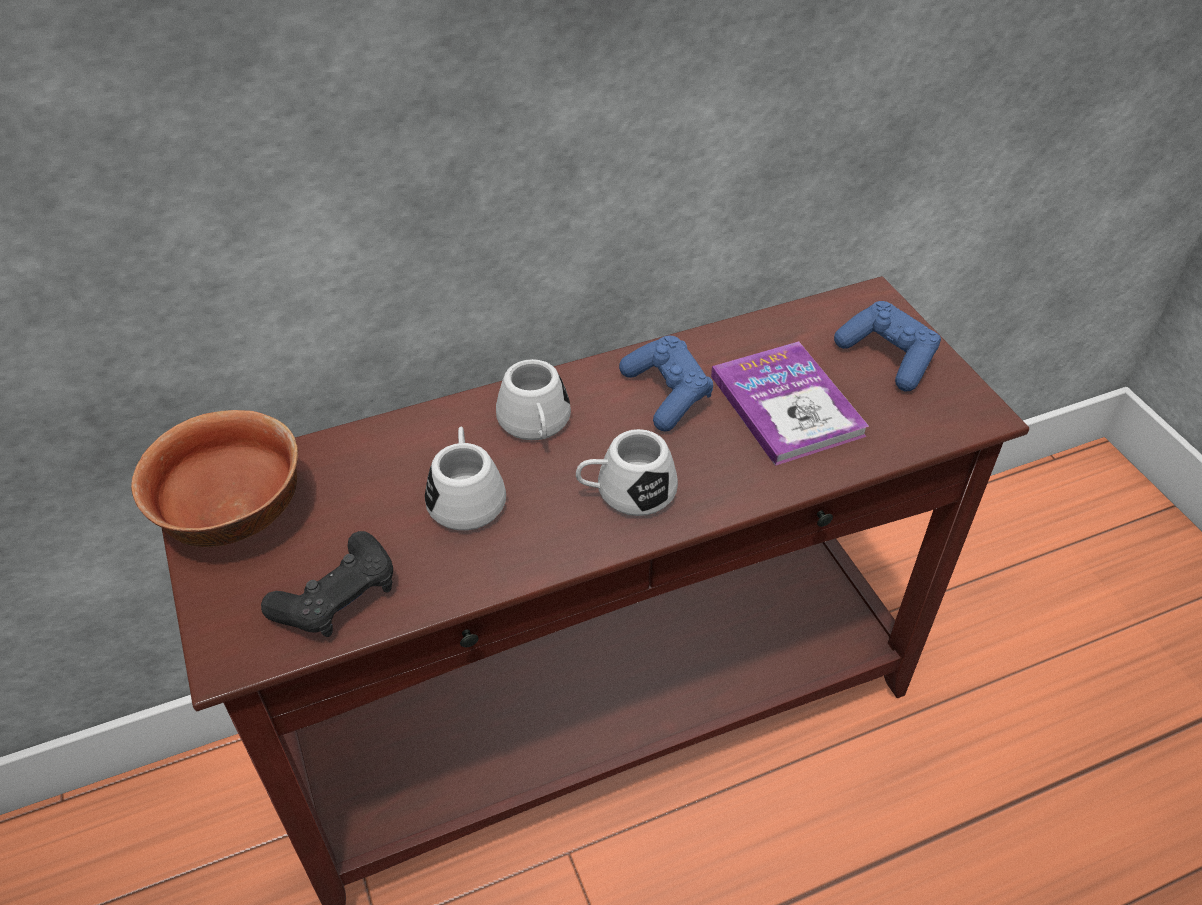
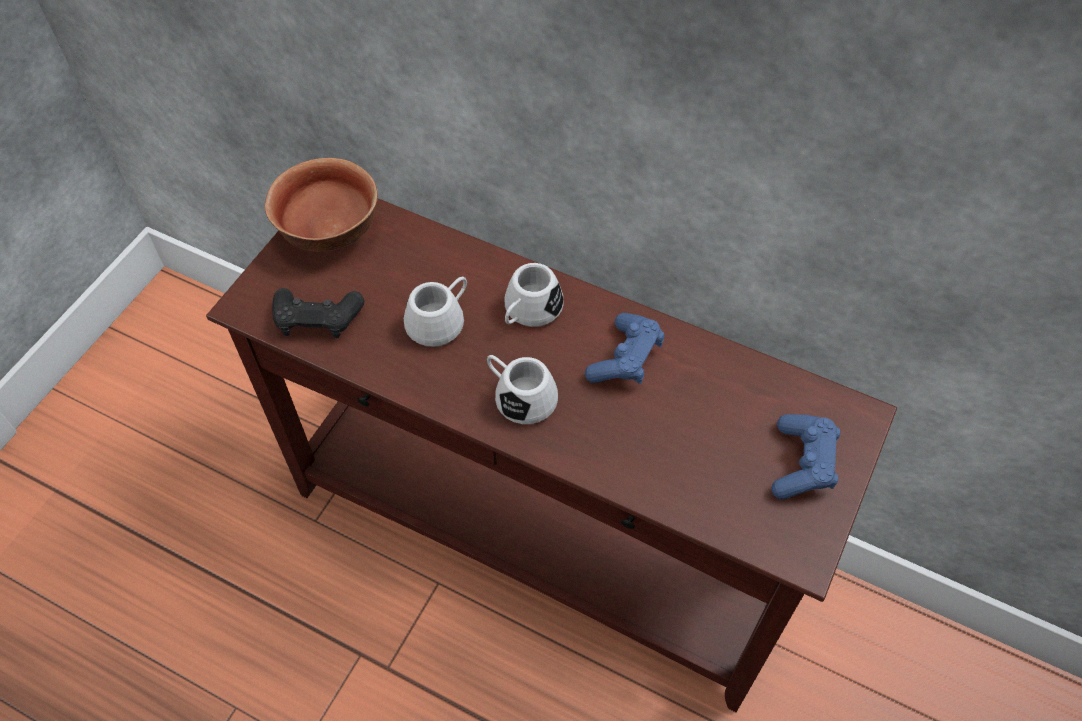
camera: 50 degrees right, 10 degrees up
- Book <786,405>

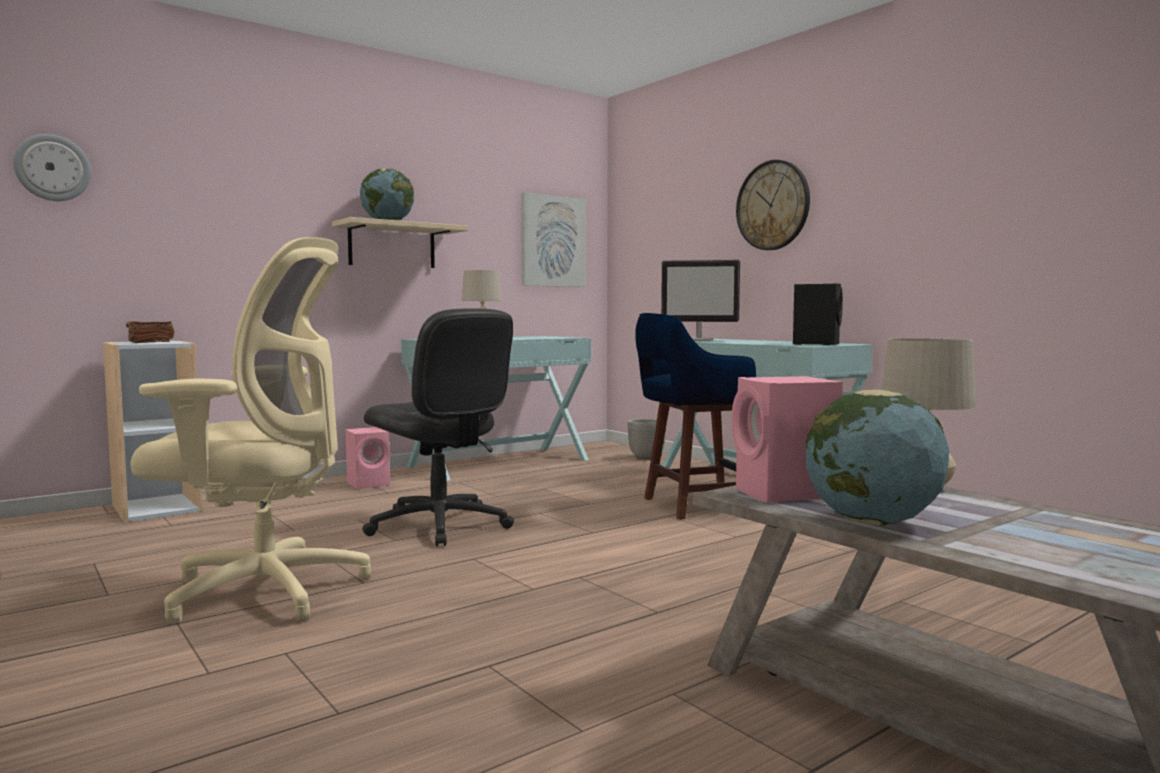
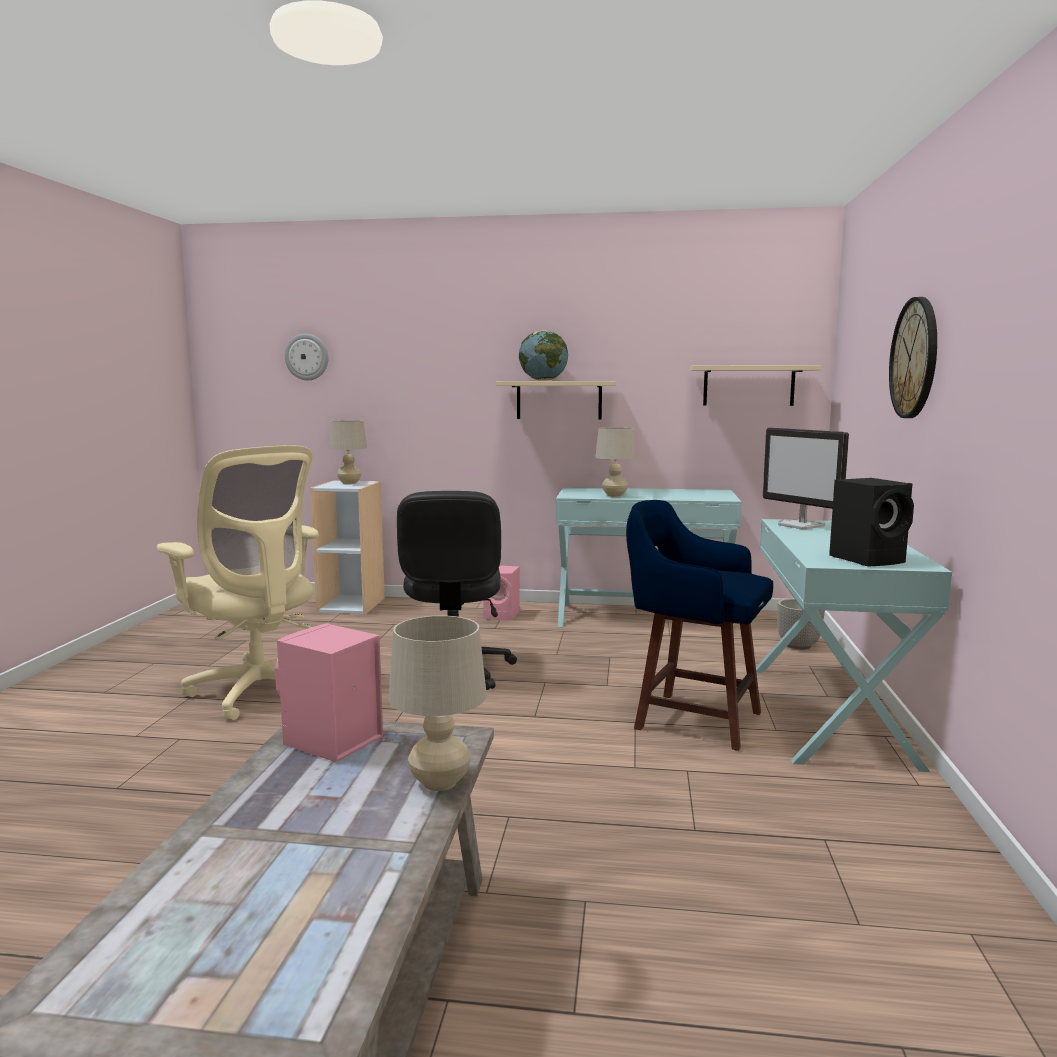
camera: 45 degrees right, 5 degrees up
~ Picture <552,241> to BeigeColouredWallShelf <748,385>
~ BrownColouredBook <150,342> to BeigeColouredLampForATable <349,483>
- Globe <872,522>

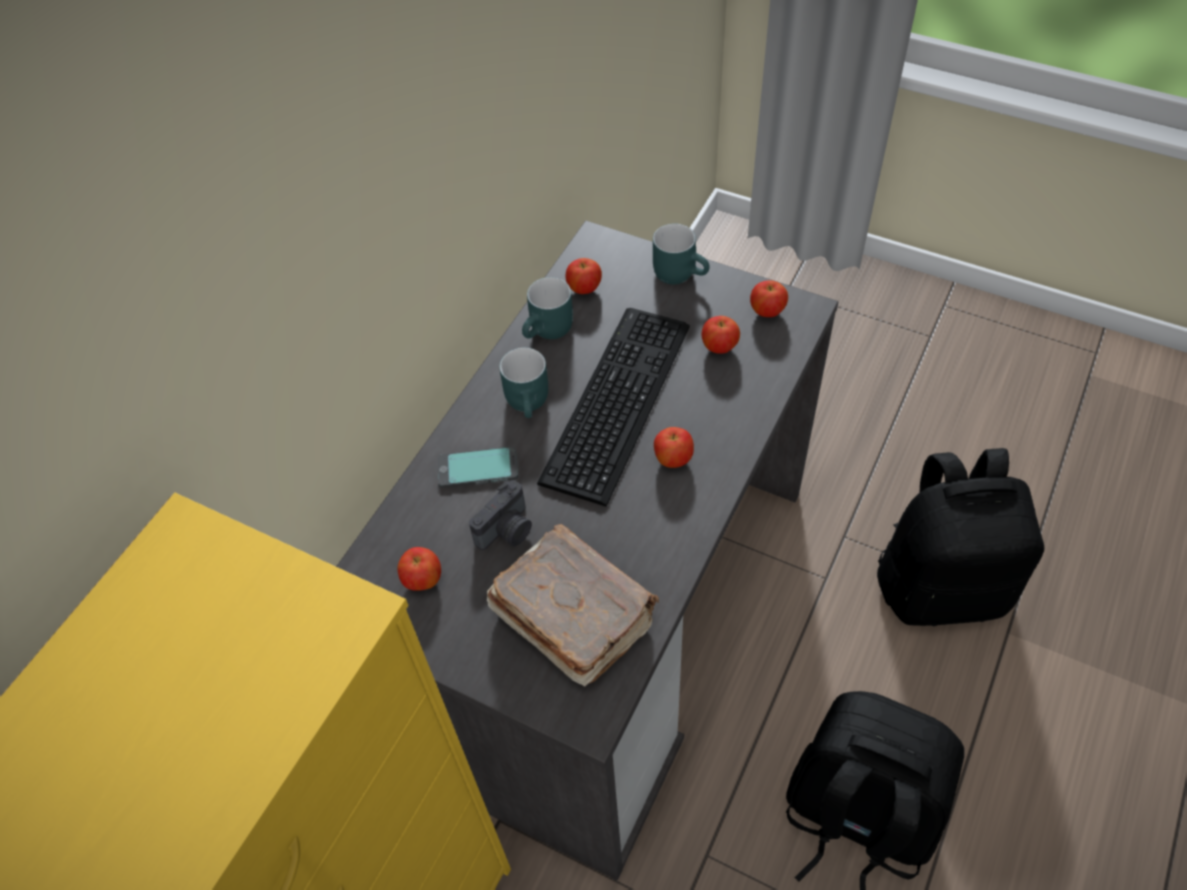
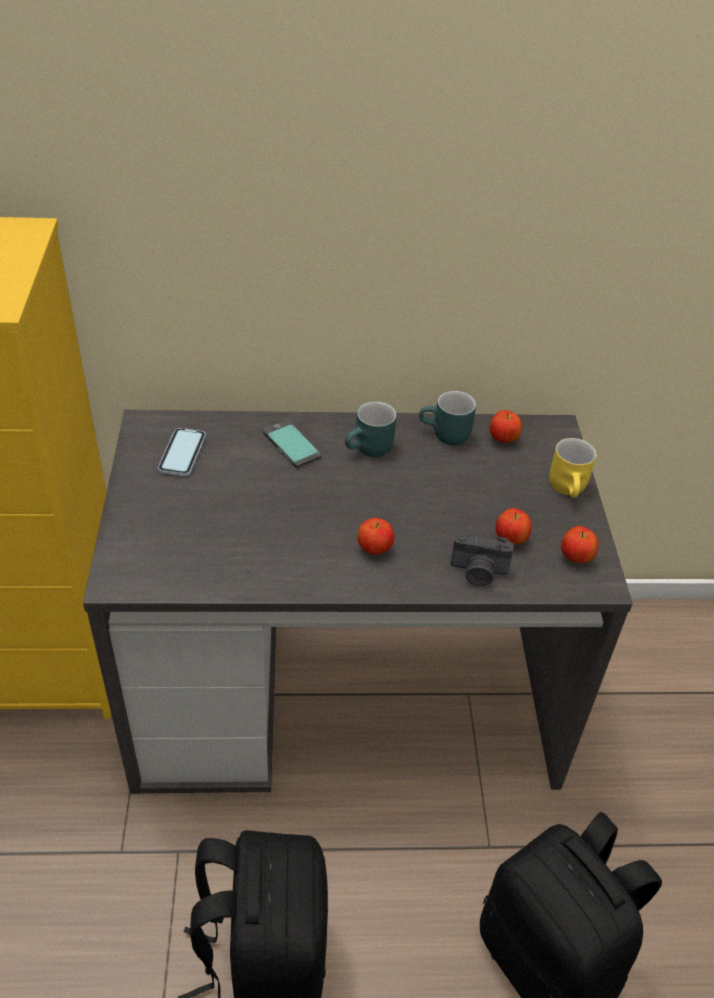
camera: 55 degrees right, 10 degrees down
~ TurquoiseColouredCoffeeMug <681,272> to YellowCoffeeMug <570,488>
- PcKeyboard <612,403>
~ StillCamera <507,531> to <478,572>
- BrownColouredBook <572,615>
~ Apple <423,580> to Phone <182,453>

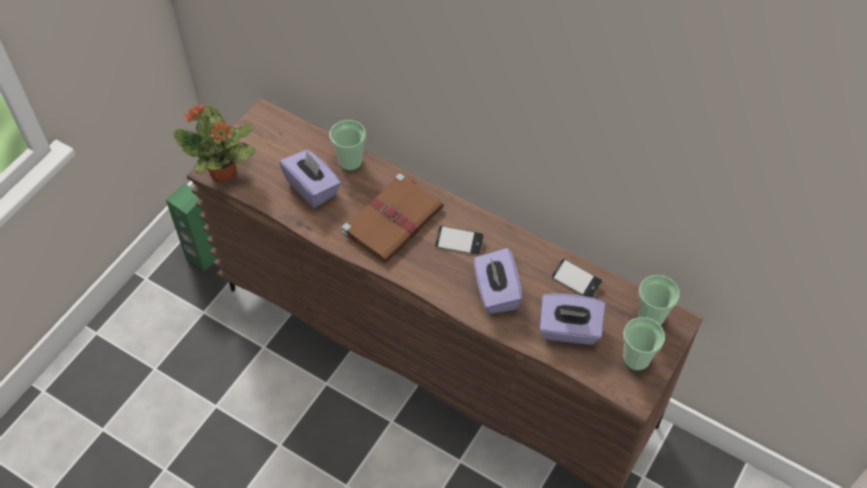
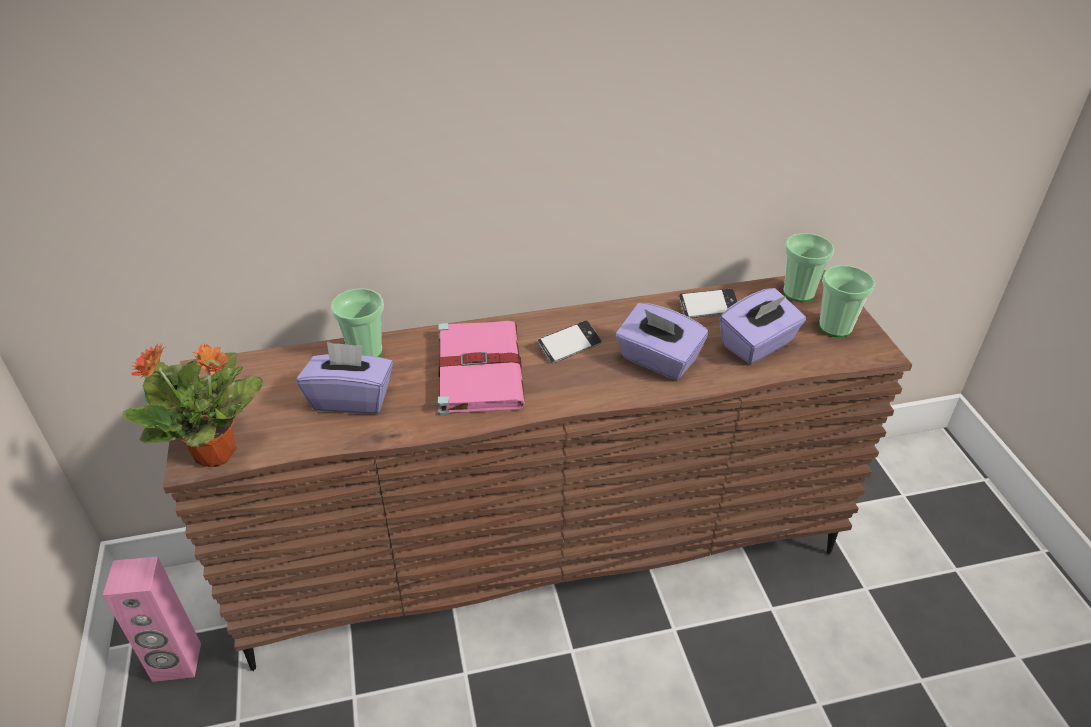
camera: 45 degrees left, 15 degrees down
~ BrownColouredBook <394,219> to PinkishBook <479,369>
~ GreenishSpeaker <203,256> to PinkishSpeaker <176,663>

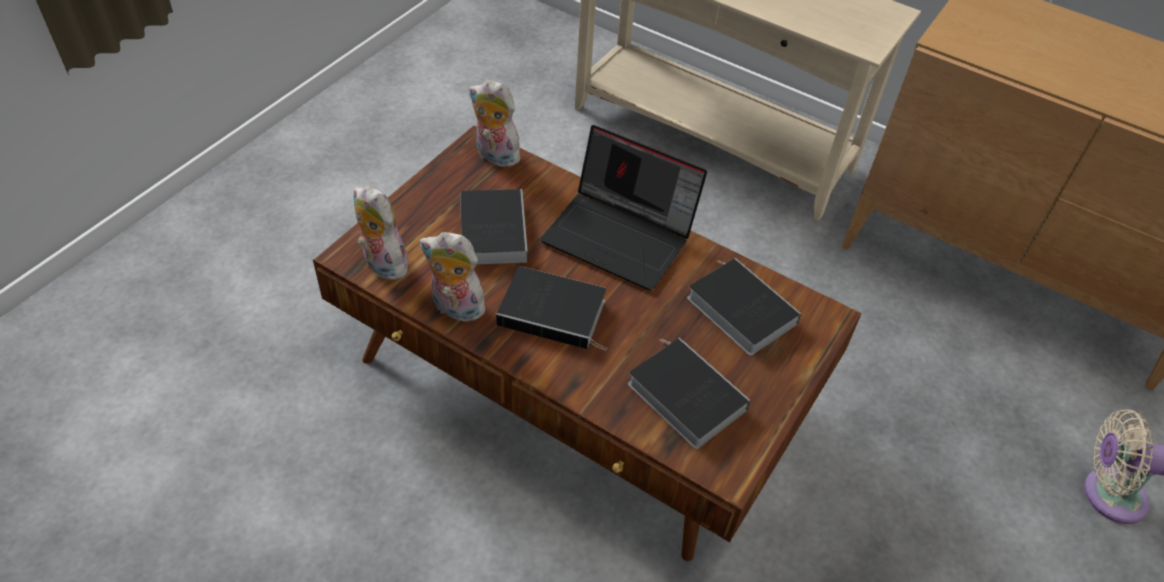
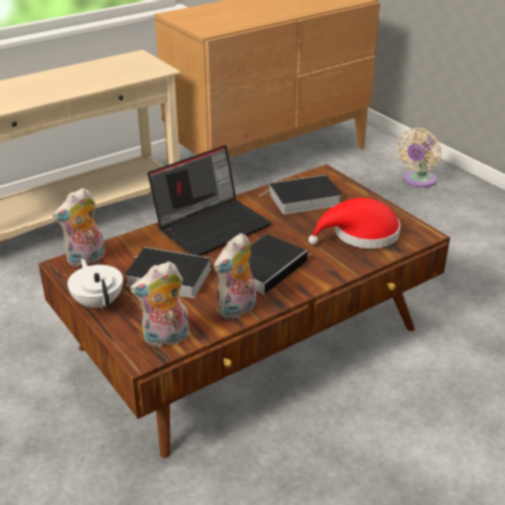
camera: 65 degrees left, 15 degrees down
~ Book <683,395> to ReddishWearableHat <360,235>
+ WhiteColouredTeapot <98,302>

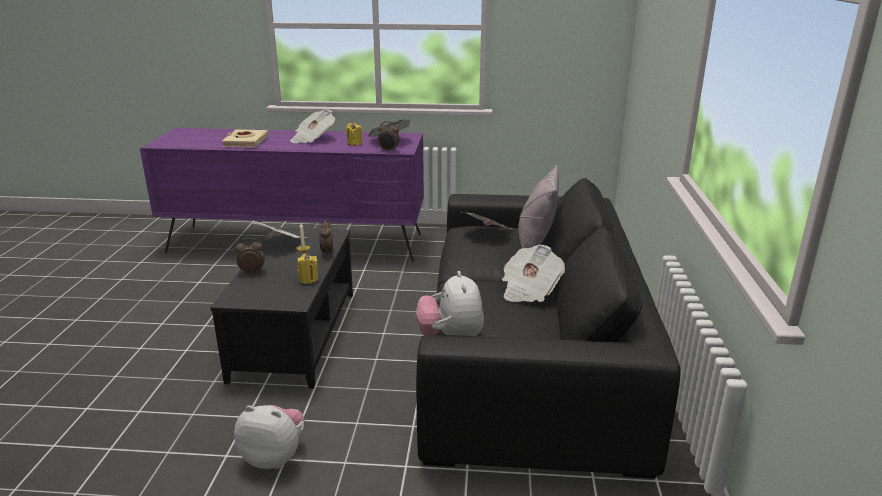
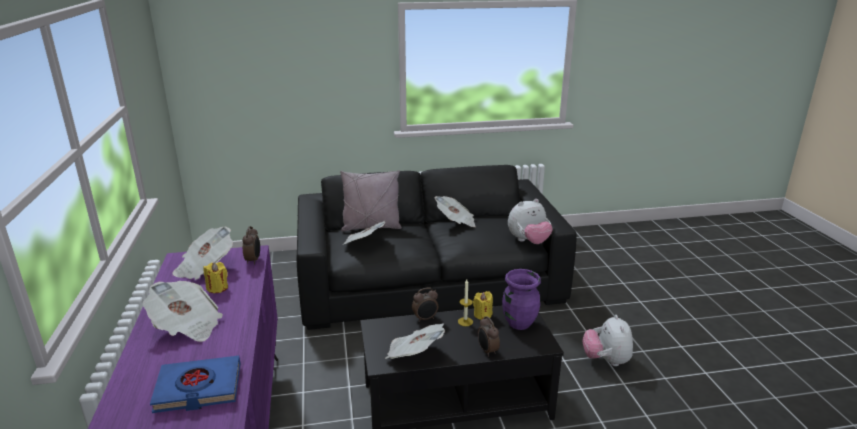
camera: 105 degrees left, 0 degrees up
~ BeigeColouredBook <245,142> to BluishBook <198,389>
+ PurpleColouredFlowerVase <519,323>

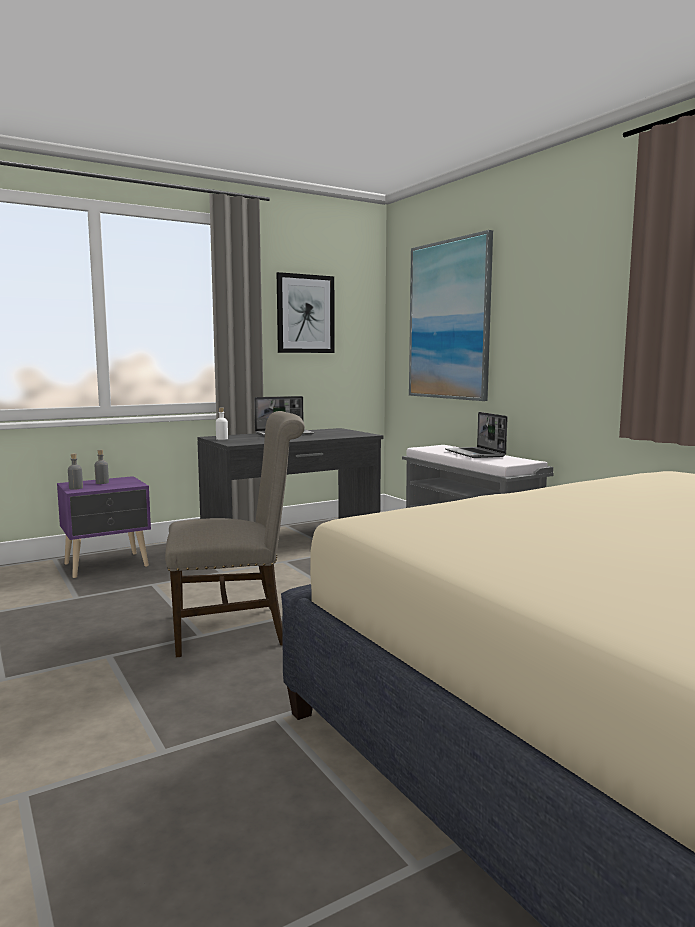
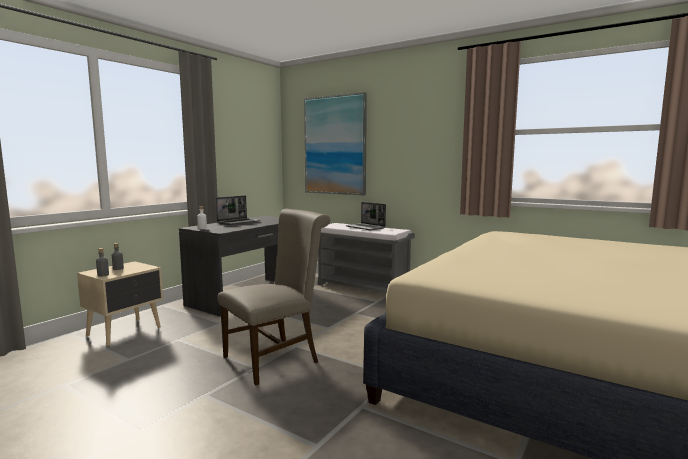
camera: 25 degrees left, 0 degrees up
- Picture <305,314>
~ PurpleColouredNightTable <108,565> to BeigeColouredNightTable <126,331>

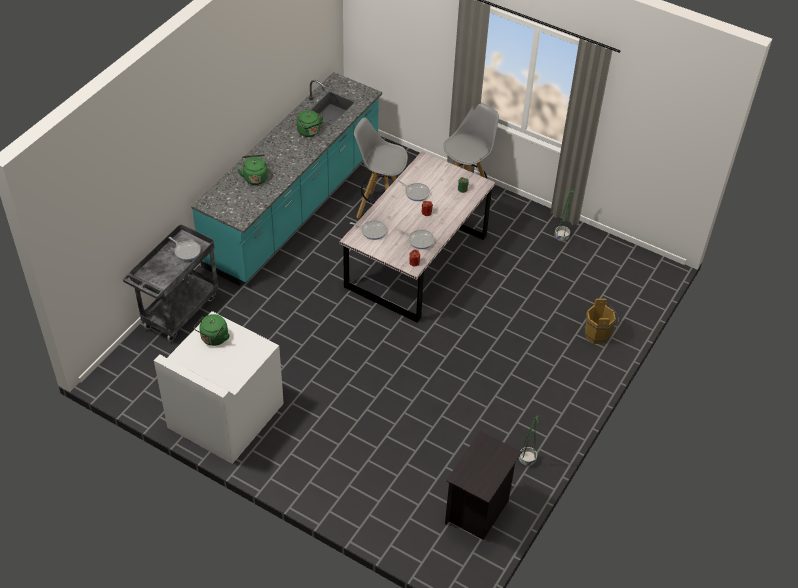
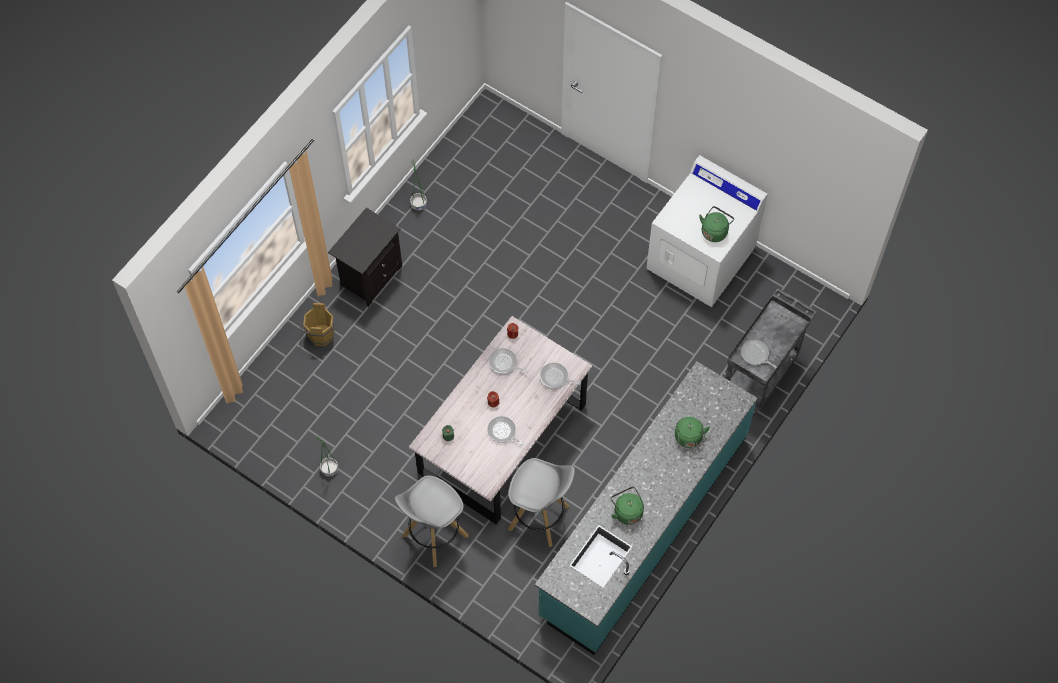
camera: 175 degrees left, 15 degrees up
~ BlackishNightTable <478,511> to <370,276>

